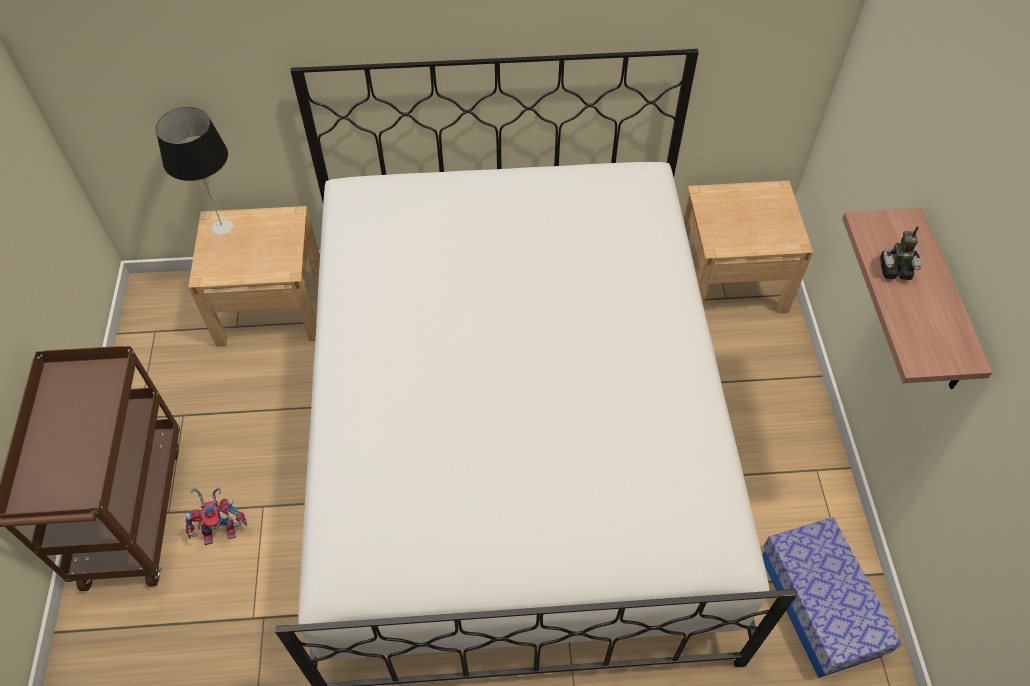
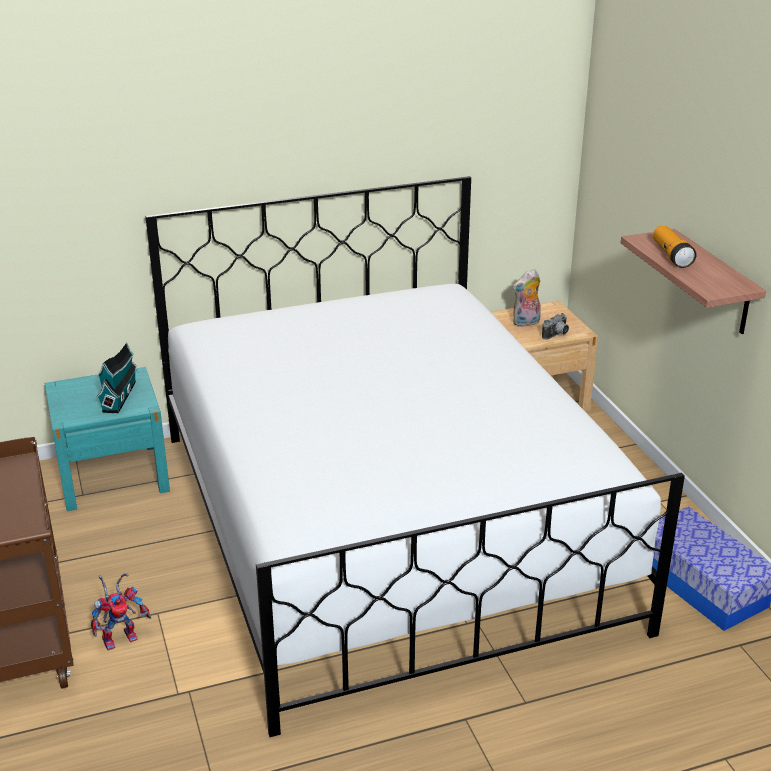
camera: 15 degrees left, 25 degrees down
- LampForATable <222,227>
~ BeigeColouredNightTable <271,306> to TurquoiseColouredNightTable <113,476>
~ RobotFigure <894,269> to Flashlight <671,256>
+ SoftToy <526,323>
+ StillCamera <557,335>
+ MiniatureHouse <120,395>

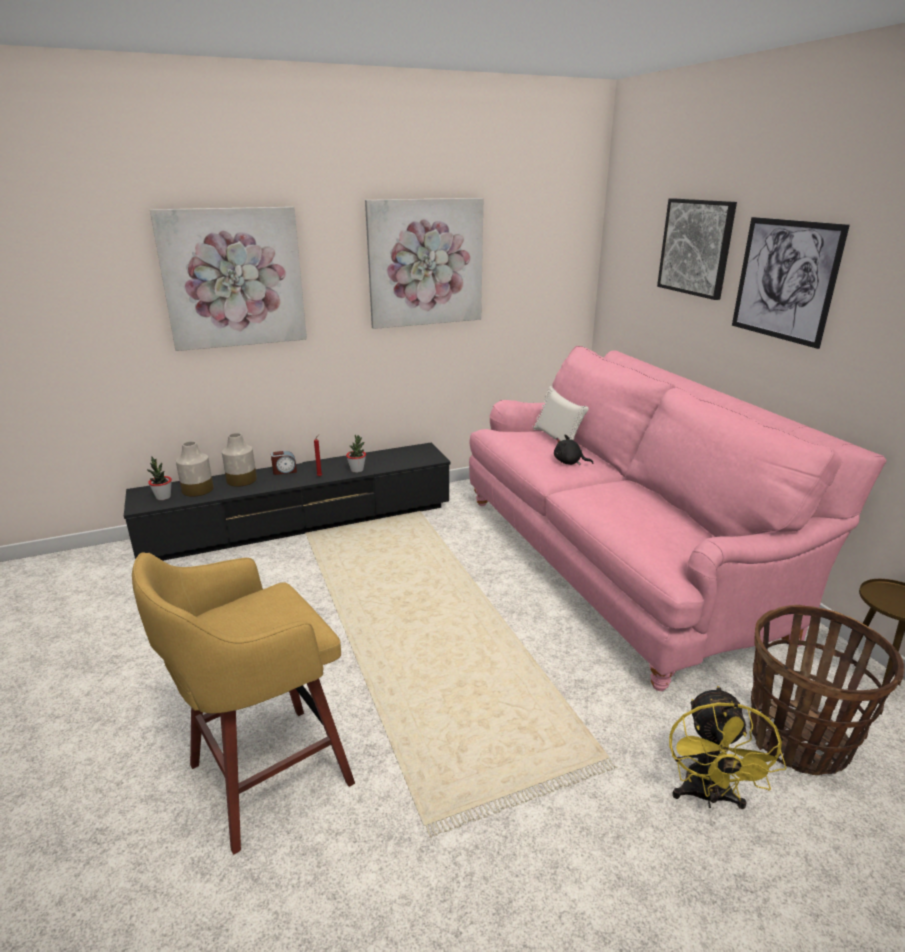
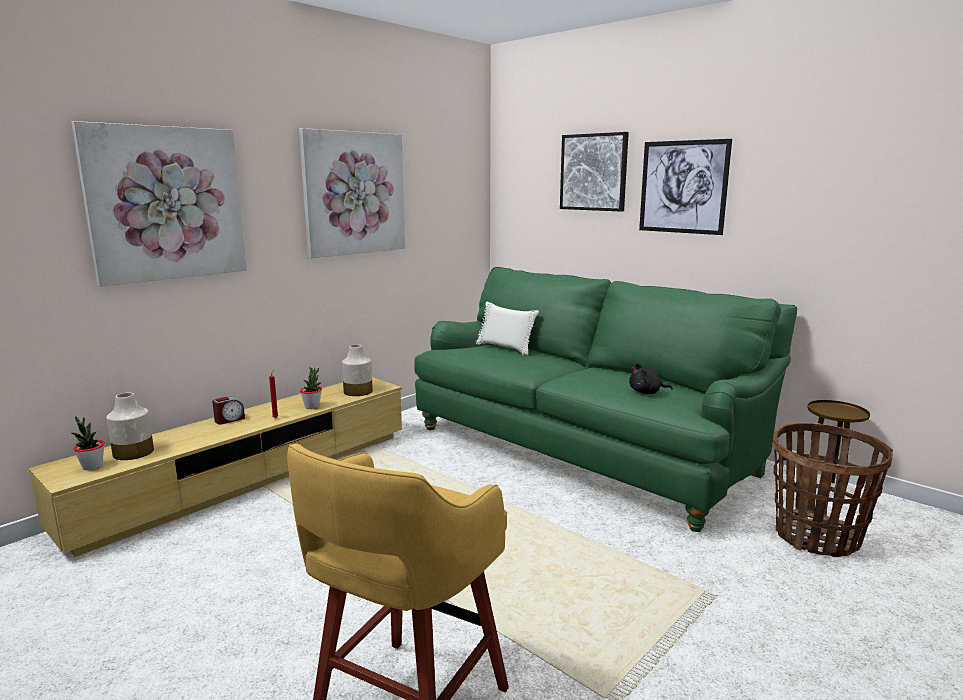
camera: 25 degrees left, 10 degrees down
~ PinkishSettee <620,559> to GreenishSettee <586,446>
~ BeigeColouredFlowerVase <242,480> to <358,391>
~ BlackishSoftToy <569,462> to <647,392>
~ BlackishMediaConsole <301,523> to BeigeColouredMediaConsole <250,478>
- YellowElectricFan <707,796>

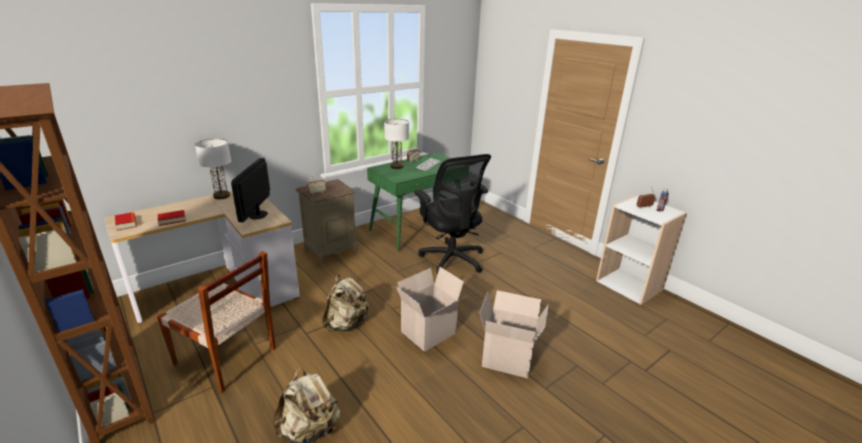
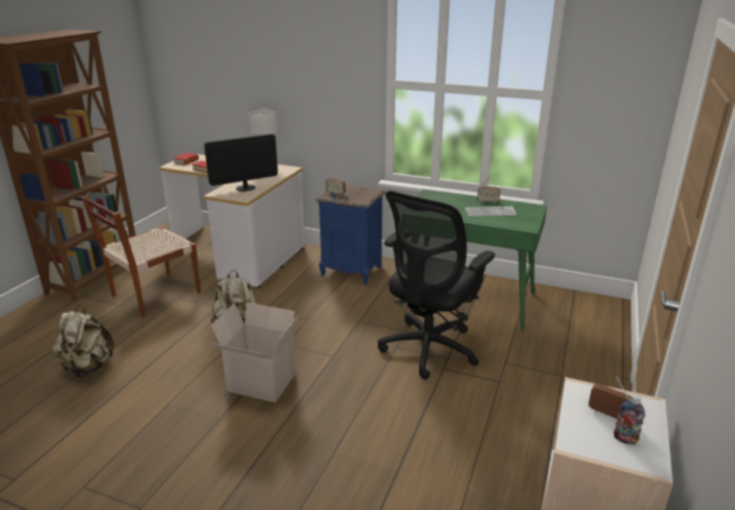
camera: 60 degrees right, 0 degrees up
- LampForATable <396,167>
~ BeigeColouredNightTable <331,252> to BluishNightTable <351,271>
~ Chair <227,358> = <154,295> 45 degrees clockwise
- PackingBox <508,358>

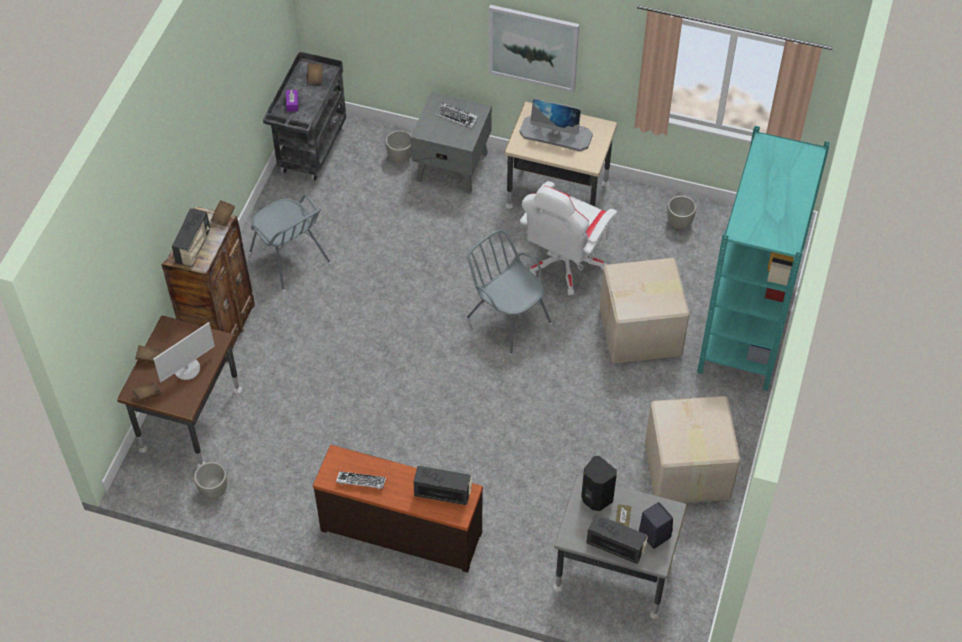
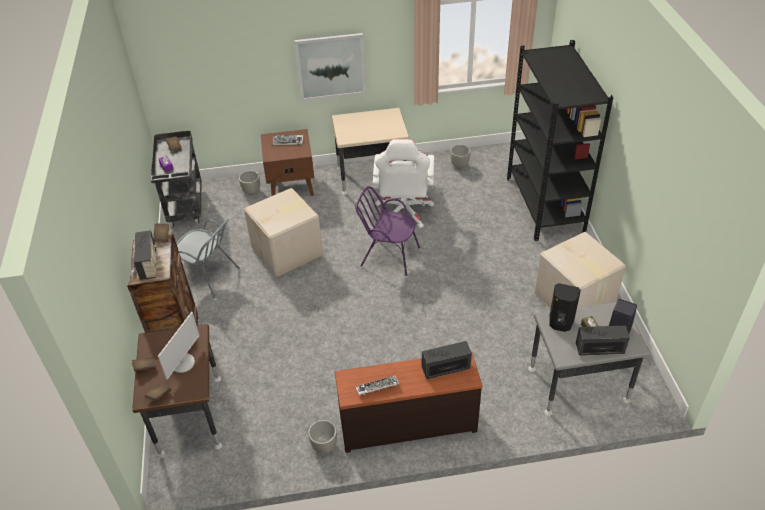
camera: 25 degrees left, 10 degrees down
~ GreyNightTable <453,167> to BrownColouredNightTable <292,185>
- ComputerScreen <556,134>
~ TurquoiseColouredShelvingUnit <746,327> to BlackishShelvingUnit <544,205>
~ GreyChair <506,318> to PurpleColouredChair <388,256>
~ PackingBox <641,332> to <288,252>
~ GreyFlowerPot <213,490> to <324,446>

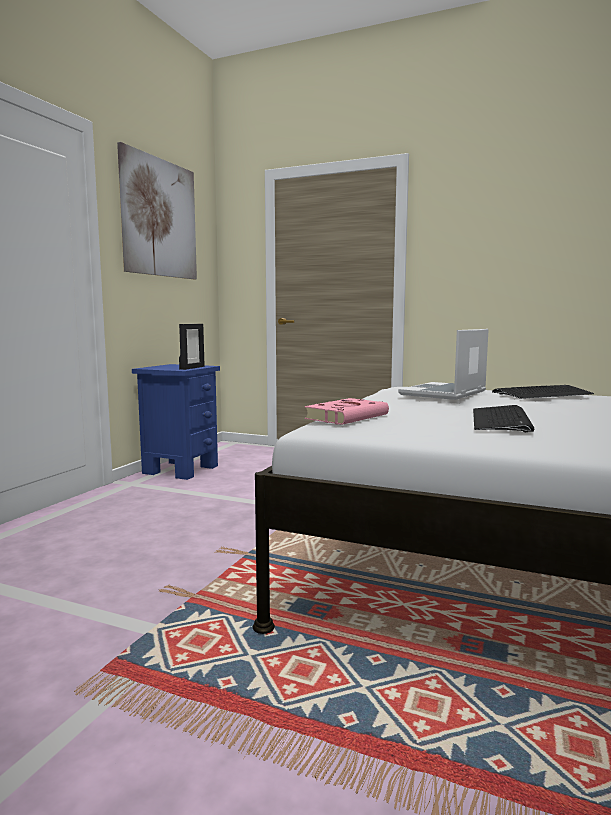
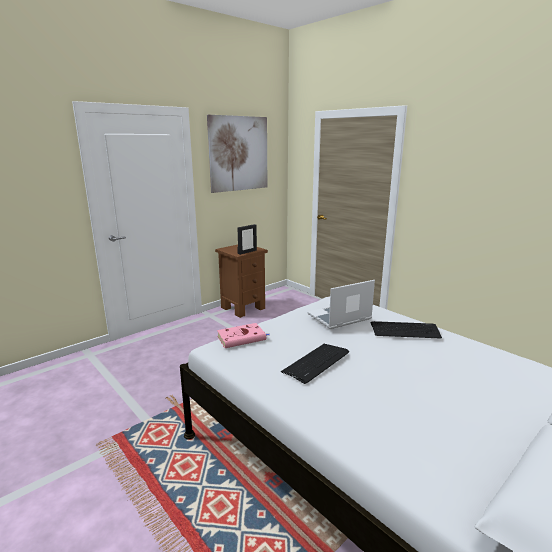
camera: 25 degrees right, 10 degrees up
~ BluishNightTable <182,469> to BrownColouredNightTable <243,308>

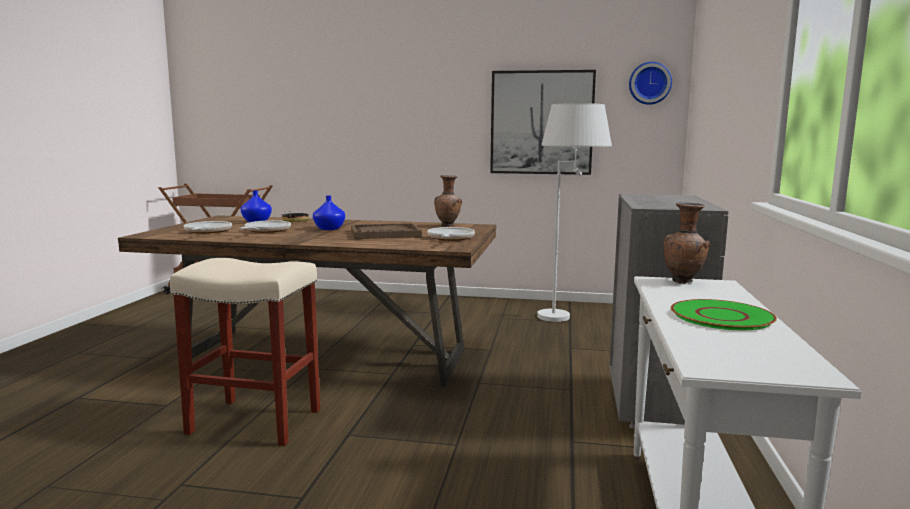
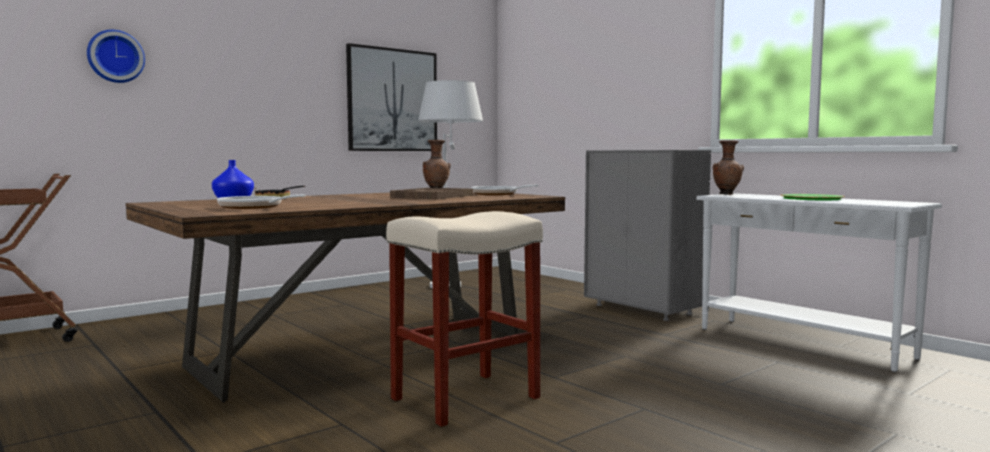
camera: 50 degrees left, 5 degrees down
~ HangingClock <649,83> to <115,56>
- BluishFlowerVase <329,229>
- Skillet <265,231>

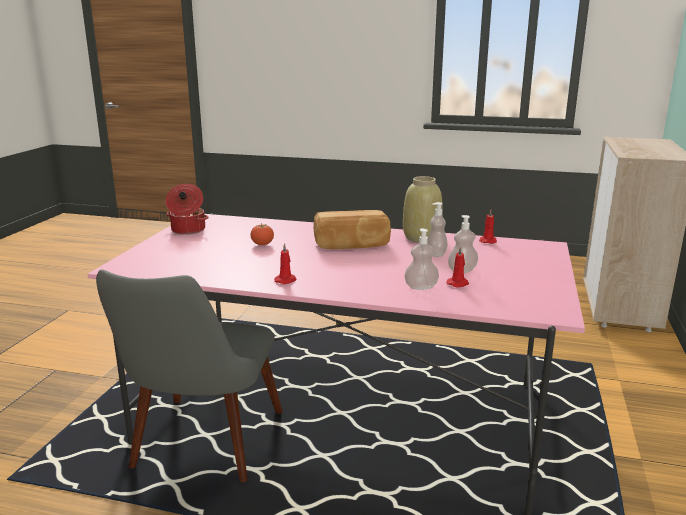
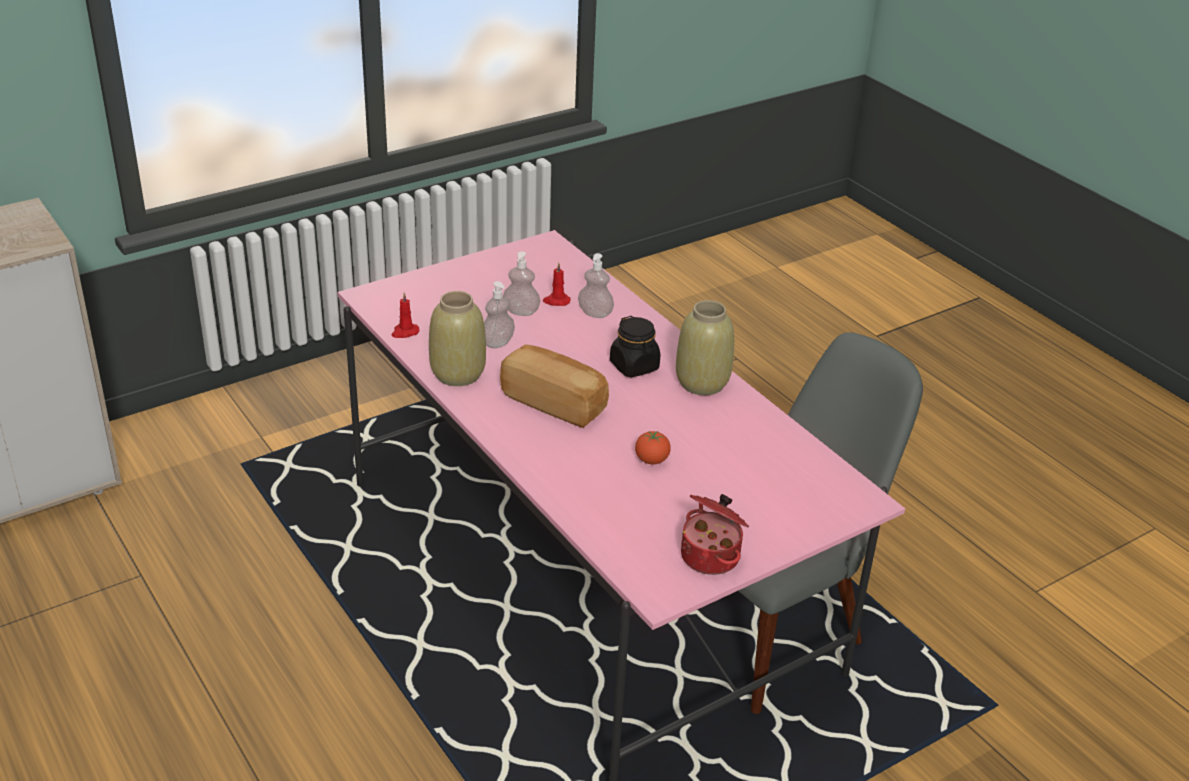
camera: 140 degrees left, 15 degrees up
~ ReddishWaxLight <286,280> to BeigeColouredFlowerVase <701,382>
+ BlackishJar <634,366>

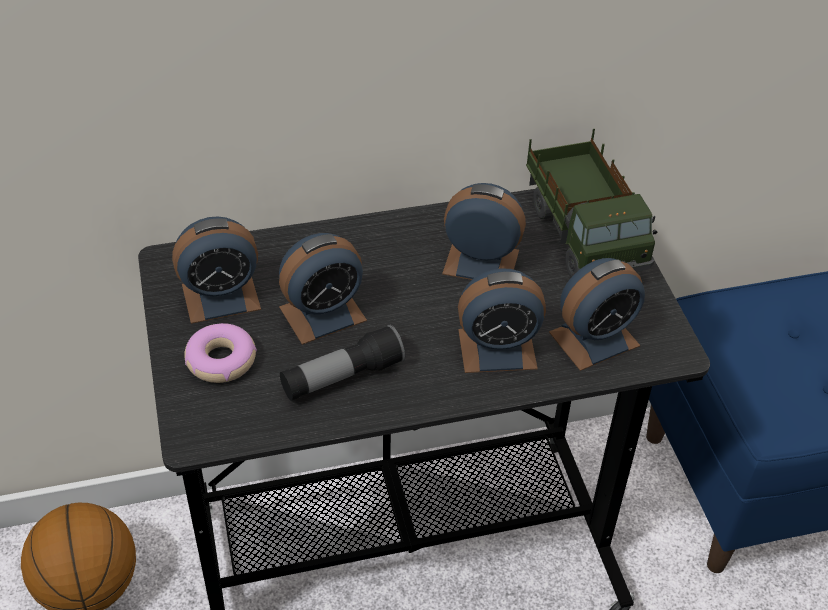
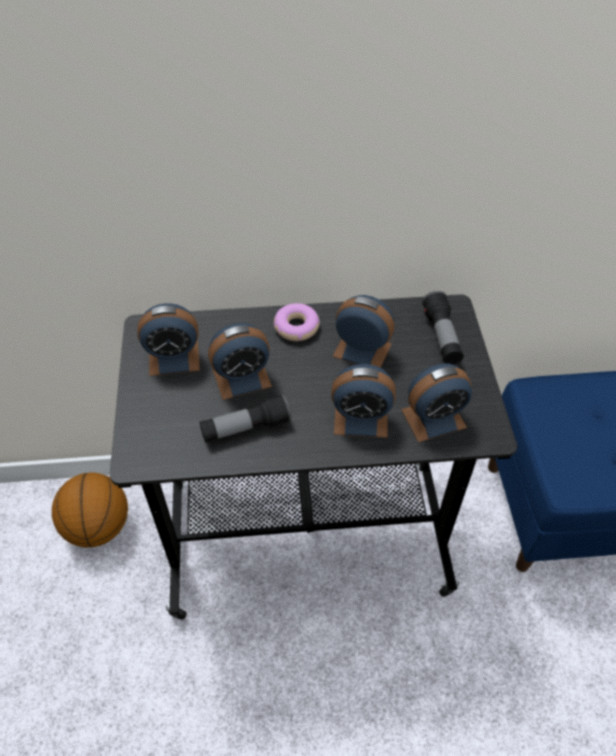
camera: 10 degrees right, 5 degrees up
~ ToyTruck <584,235> to Flashlight <441,336>
~ Doughnut <221,360> to <296,327>

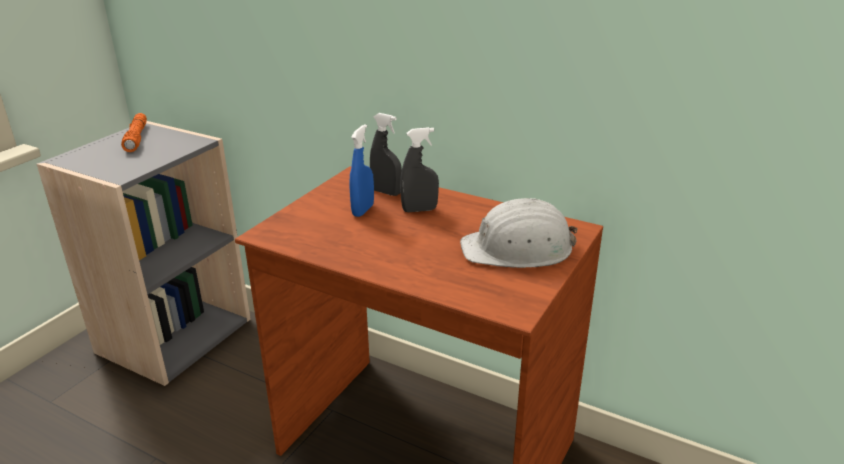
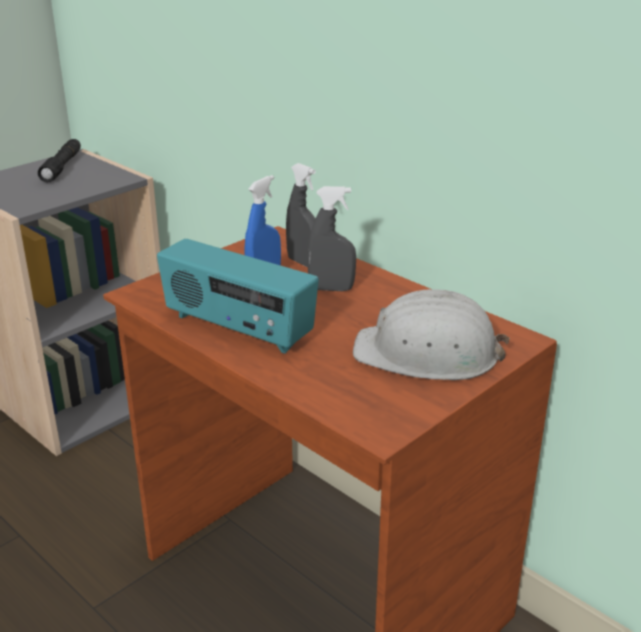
camera: 15 degrees right, 0 degrees up
~ OrangeFlashlight <137,138> to BlackishFlashlight <62,167>
+ RadioSet <237,329>

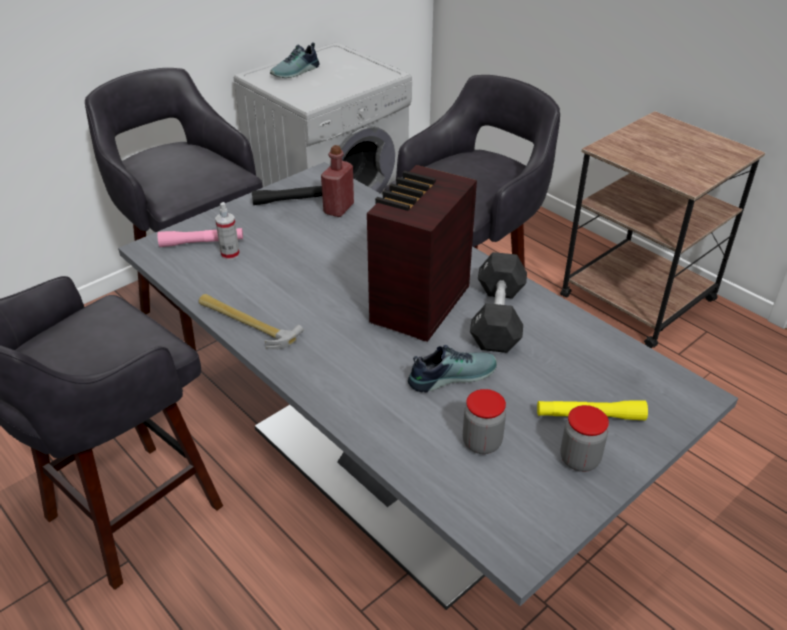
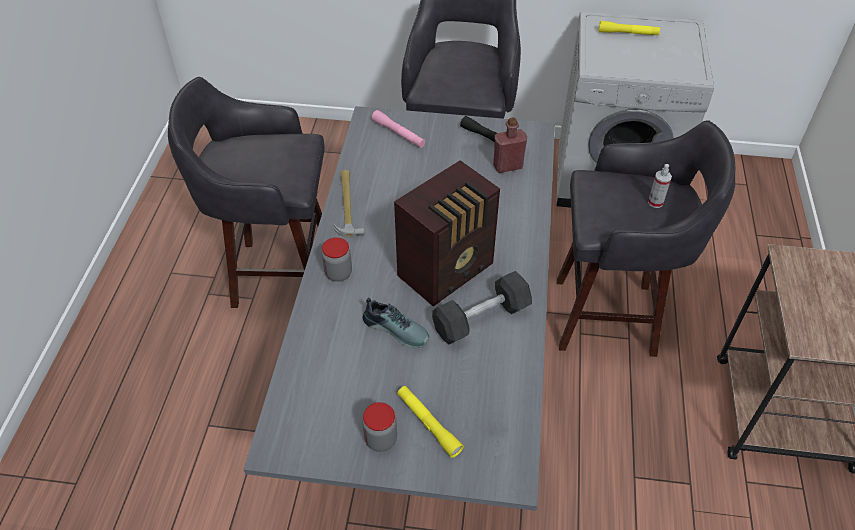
camera: 50 degrees right, 10 degrees up
~ ItemOfFootwear <296,72> to YellowFlashlight <628,33>
~ RadioSet <417,305> = <448,270> 150 degrees clockwise
~ SprayBottle <230,254> to <655,202>
~ Jar <482,443> to <338,273>

